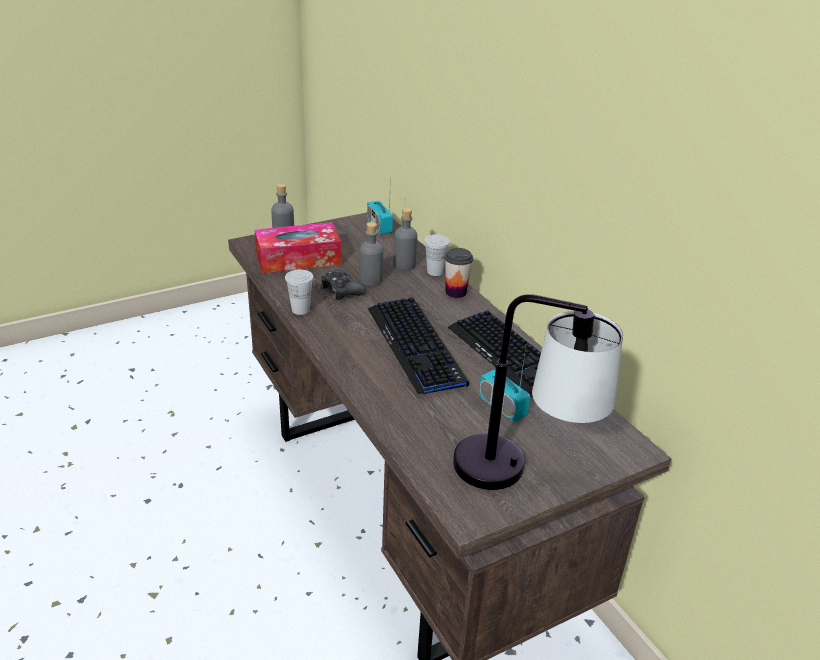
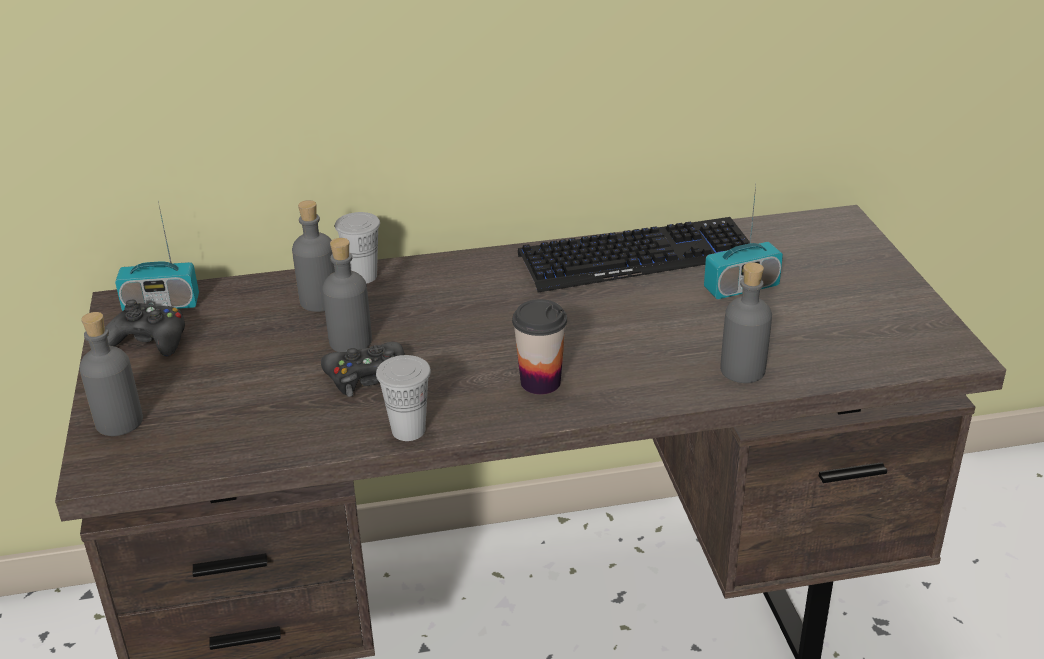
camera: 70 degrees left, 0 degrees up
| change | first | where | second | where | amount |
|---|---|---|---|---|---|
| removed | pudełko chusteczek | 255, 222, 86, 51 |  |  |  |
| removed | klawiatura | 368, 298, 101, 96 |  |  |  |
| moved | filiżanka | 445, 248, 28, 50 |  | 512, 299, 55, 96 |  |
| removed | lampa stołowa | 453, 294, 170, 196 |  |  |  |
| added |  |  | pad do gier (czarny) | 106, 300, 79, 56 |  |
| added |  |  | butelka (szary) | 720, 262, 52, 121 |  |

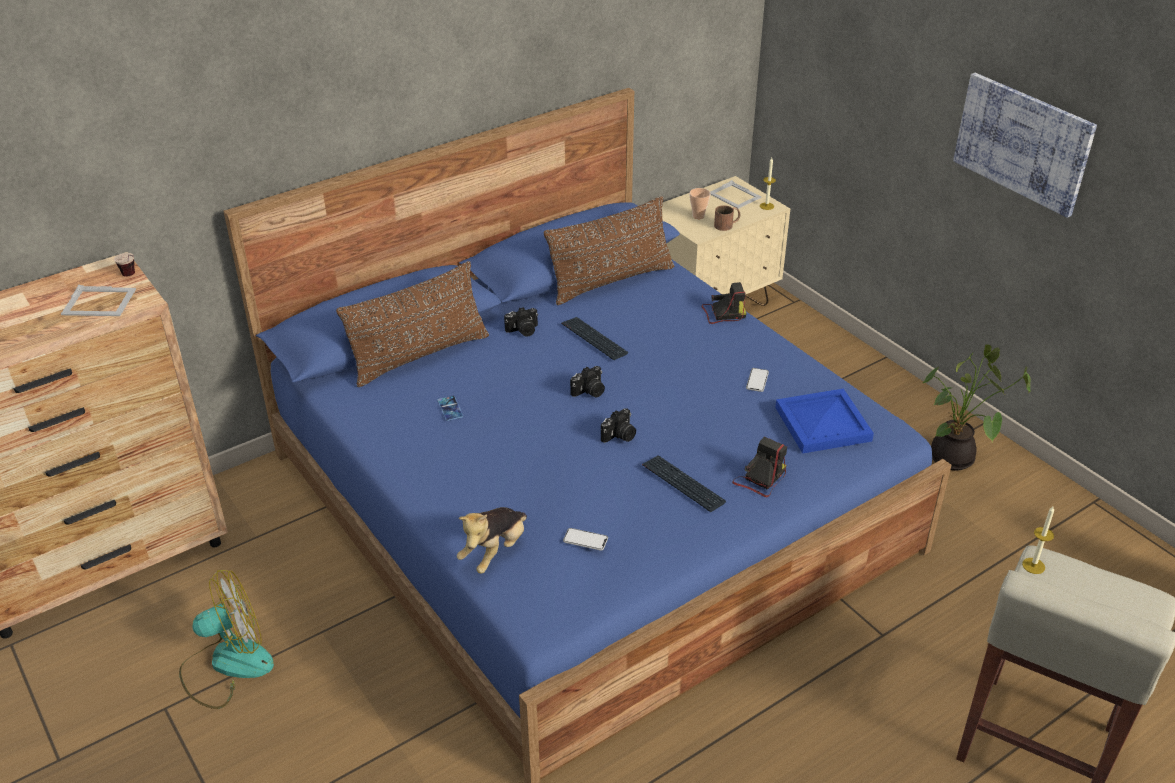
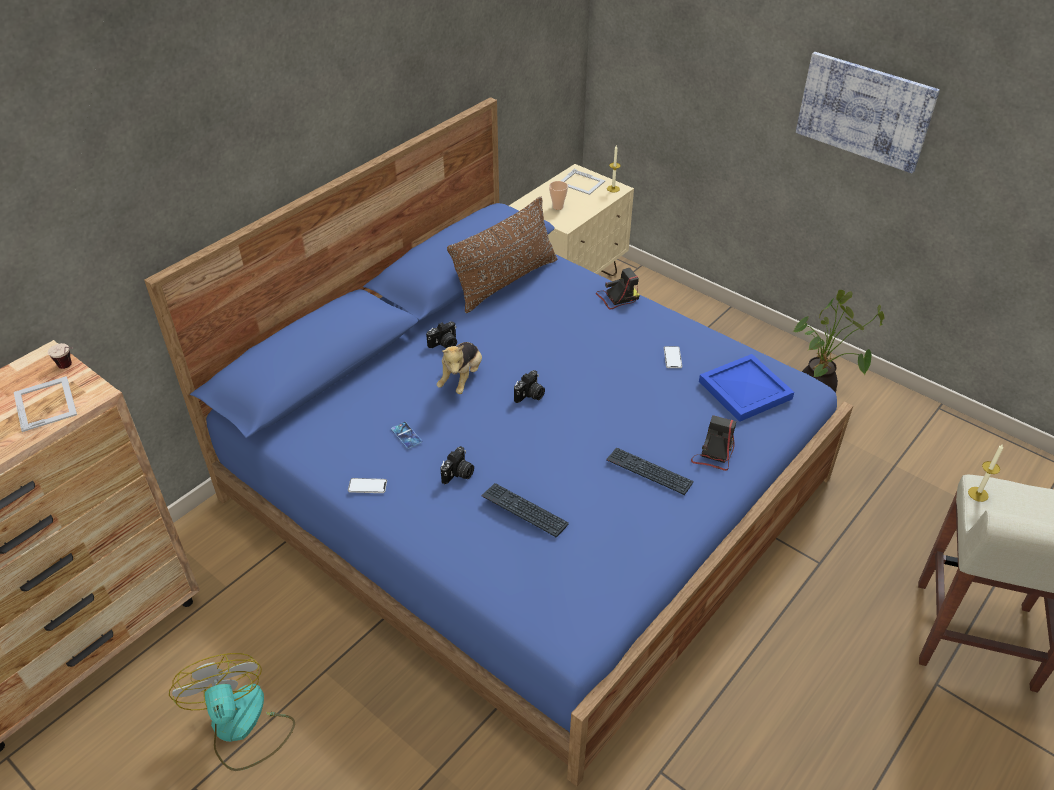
camera: 15 degrees left, 5 degrees up
| change | first | where | second | where | amount |
|---|---|---|---|---|---|
| turned | ramka na zdjęcie | 61, 284, 75, 32 |  | 14, 376, 63, 56 | 105 degrees counterclockwise |
| turned | wentylator | 179, 570, 95, 139 |  | 169, 653, 126, 118 | 75 degrees counterclockwise |
| removed | poduszka (brązowy) | 336, 261, 153, 126 |  |  |  |
| moved | pluszak | 457, 507, 70, 66 |  | 437, 342, 45, 52 |  |
| moved | klawiatura | 561, 317, 67, 43 |  | 481, 483, 88, 54 |  |
| moved | telefon | 563, 528, 45, 23 |  | 348, 478, 39, 15 |  |
| moved | aparat fotograficzny | 601, 408, 35, 35 |  | 440, 446, 34, 38 |  |
| removed | kubek (brązowy) | 714, 205, 26, 26 |  |  |  |

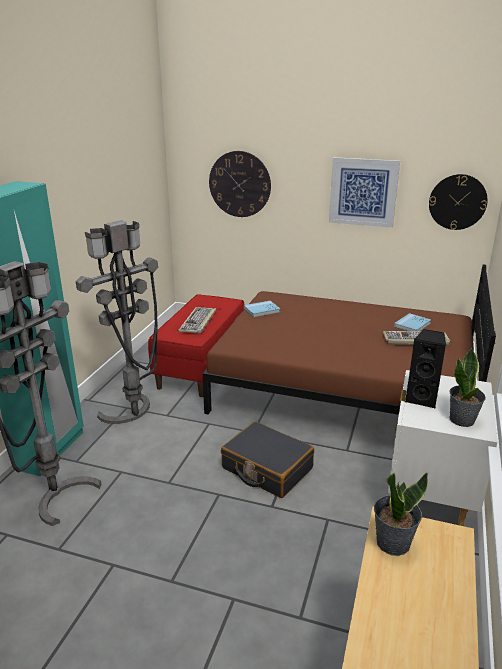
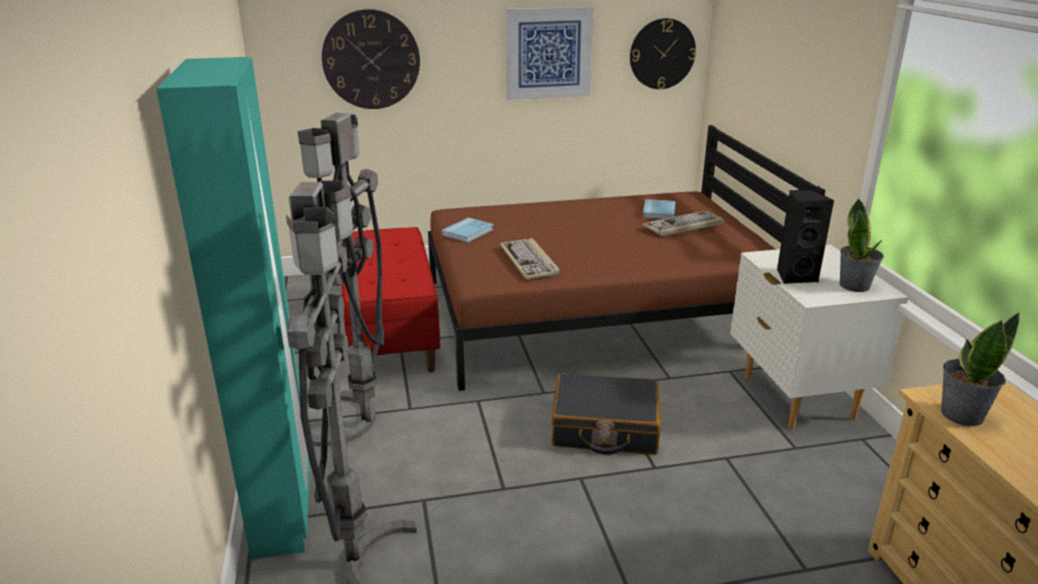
camera: 30 degrees left, 0 degrees up
| change | first | where | second | where | amount |
|---|---|---|---|---|---|
| moved | klawiatura | 178, 307, 38, 27 |  | 500, 238, 60, 41 |  |

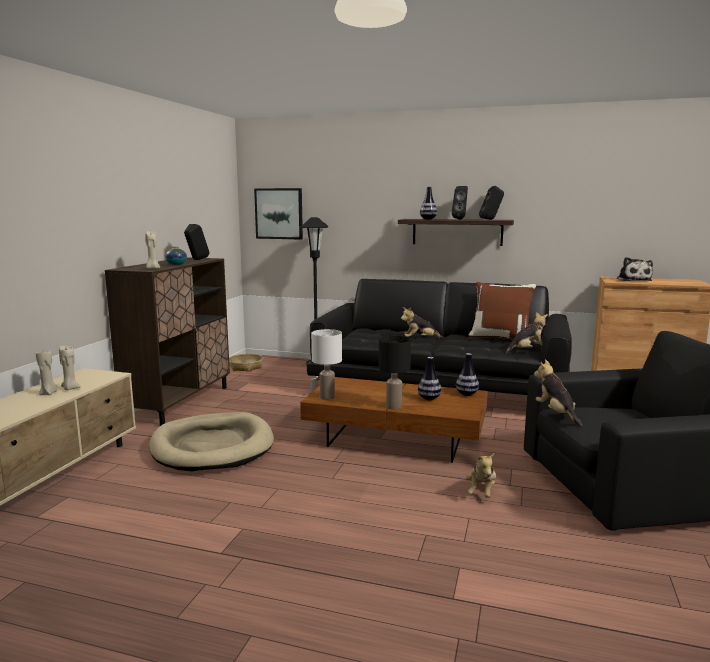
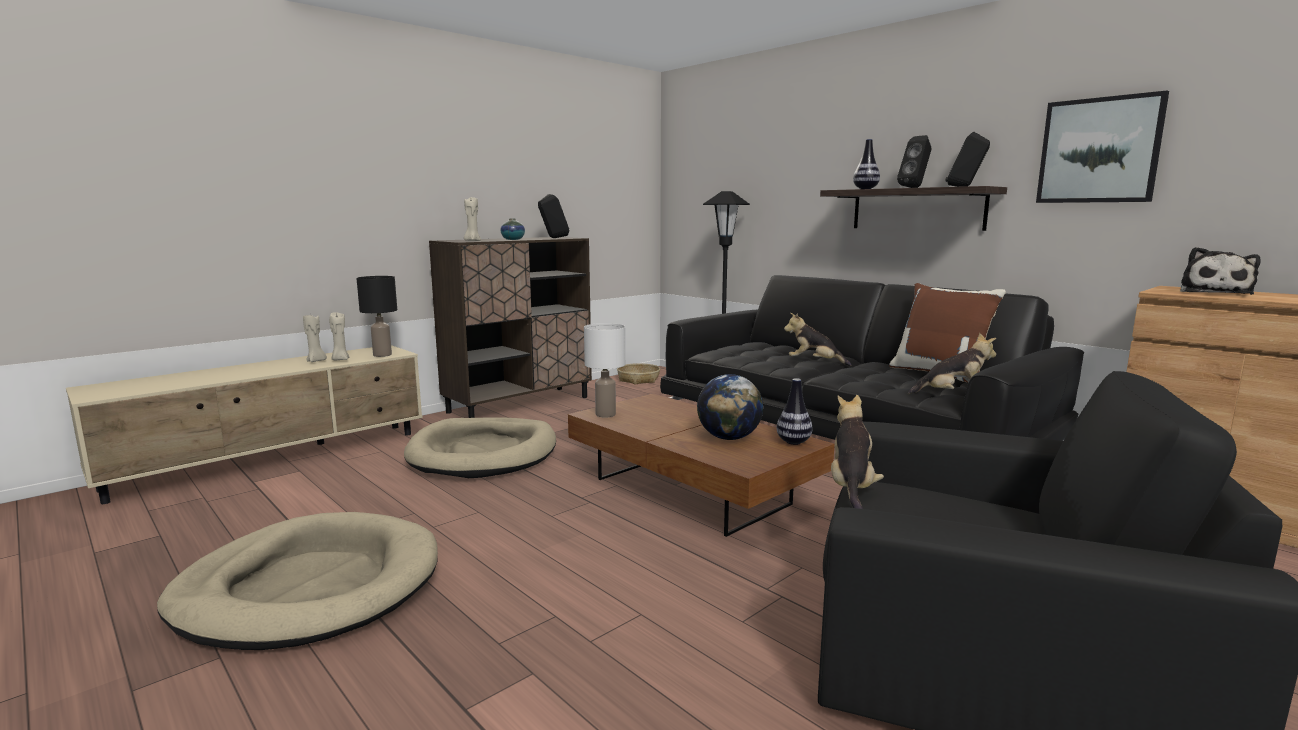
camera: 30 degrees right, 0 degrees up
| change | first | where | second | where | amount |
|---|---|---|---|---|---|
| moved | obraz | 254, 188, 49, 52 |  | 1036, 90, 133, 113 |  |
| moved | lampa stołowa (czarny) | 379, 336, 32, 74 |  | 356, 276, 41, 81 |  |
| replaced | wazon | 418, 357, 23, 43 | globus | 697, 374, 66, 66 |  |
| removed | pluszak | 466, 453, 30, 45 |  |  |  |
| added |  |  | legowisko (beżowy) | 157, 512, 281, 138 |  |

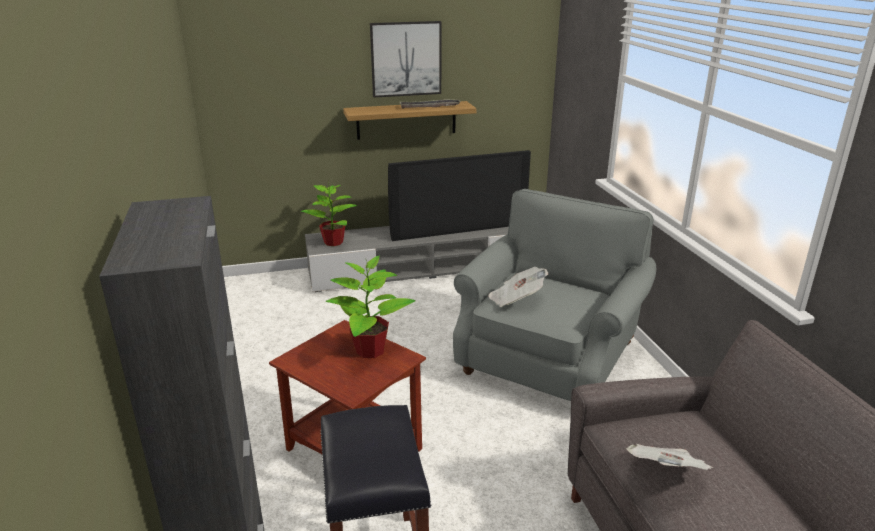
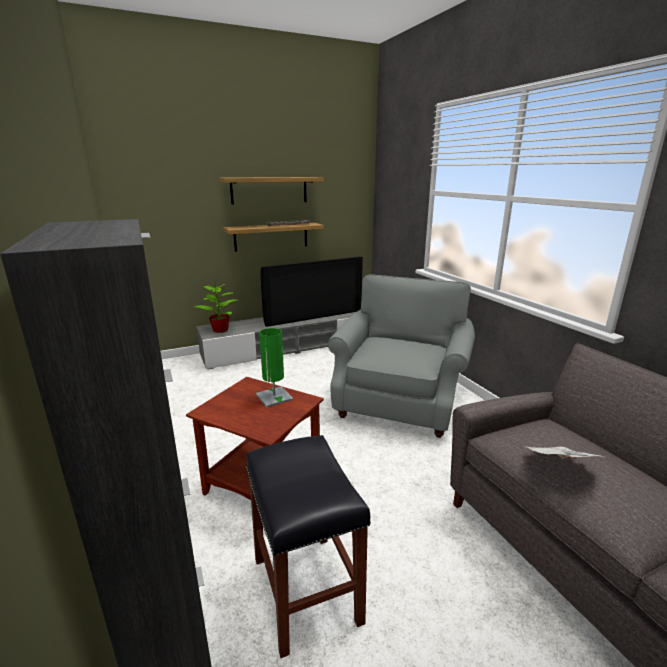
camera: 10 degrees left, 5 degrees down
| change | first | where | second | where | amount |
|---|---|---|---|---|---|
| replaced | roślina doniczkowa | 326, 255, 90, 103 | lampa stołowa (zielony) | 256, 328, 37, 79 |  |
| replaced | obraz | 370, 21, 72, 76 | półka | 220, 177, 104, 27 |  |
| removed | gazeta | 488, 267, 60, 40 |  |  |  |

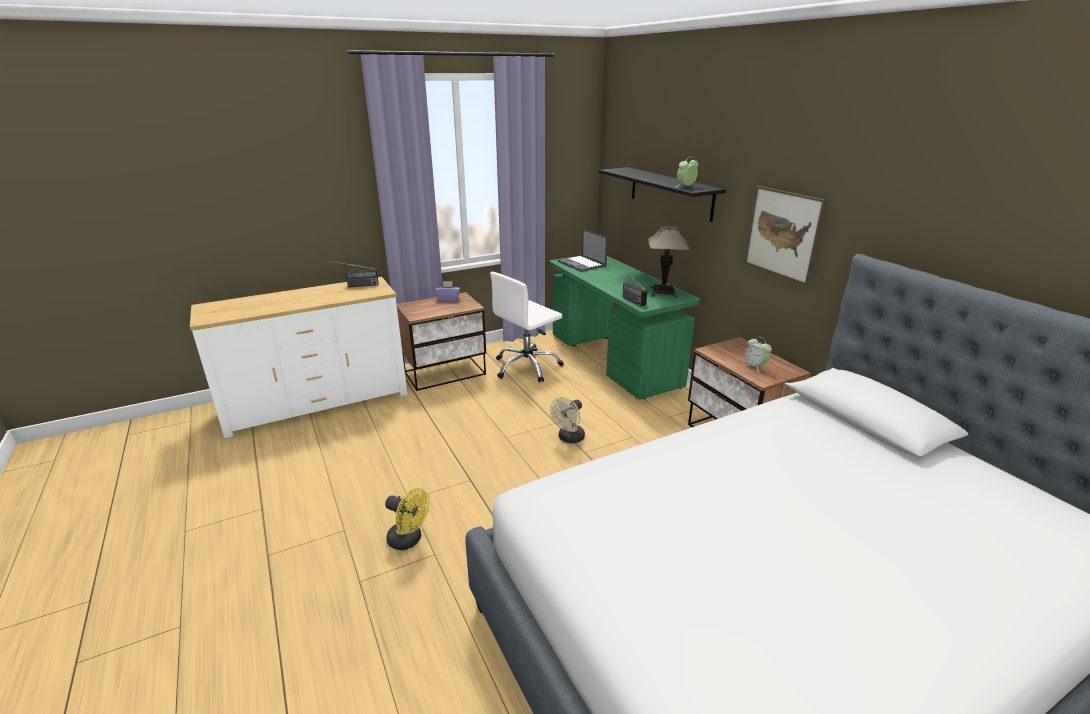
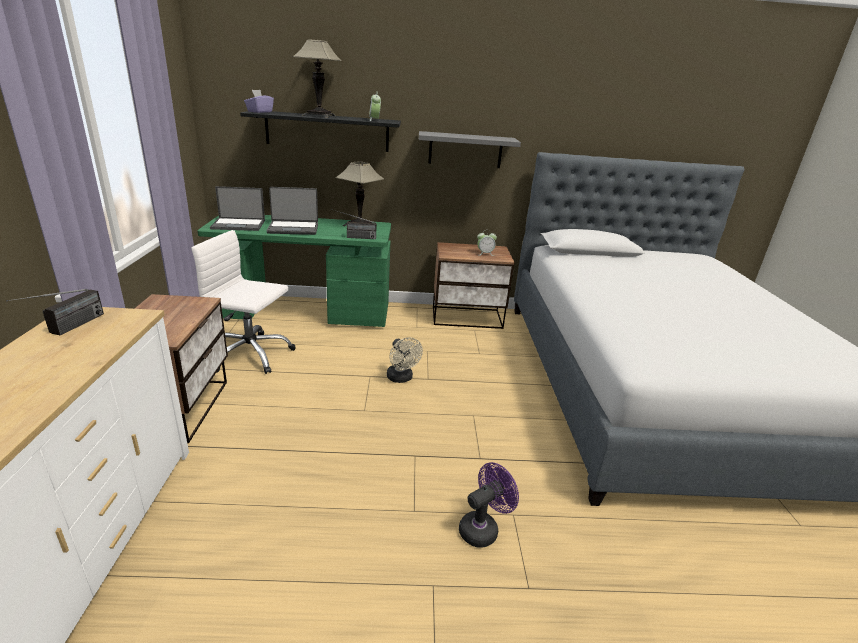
camera: 65 degrees left, 0 degrees up
| change | first | where | second | where | amount |
|---|---|---|---|---|---|
| recoloured | wentylator (żółty) | 385, 488, 44, 62 | wentylator (fioletowy) | 459, 462, 60, 86 |  |
| moved | pudełko chusteczek (fioletowy) | 435, 281, 25, 20 |  | 244, 90, 30, 23 |  |
| turned | krzesło biurowe (biały) | 490, 272, 74, 111 |  | 191, 230, 105, 144 | 120 degrees clockwise |
| replaced | obraz | 744, 186, 82, 99 | półka (szary) | 419, 131, 102, 37 |  |
| added |  |  | laptop | 267, 187, 51, 48 |  |
| added |  |  | lampa stołowa | 292, 39, 50, 79 |  |

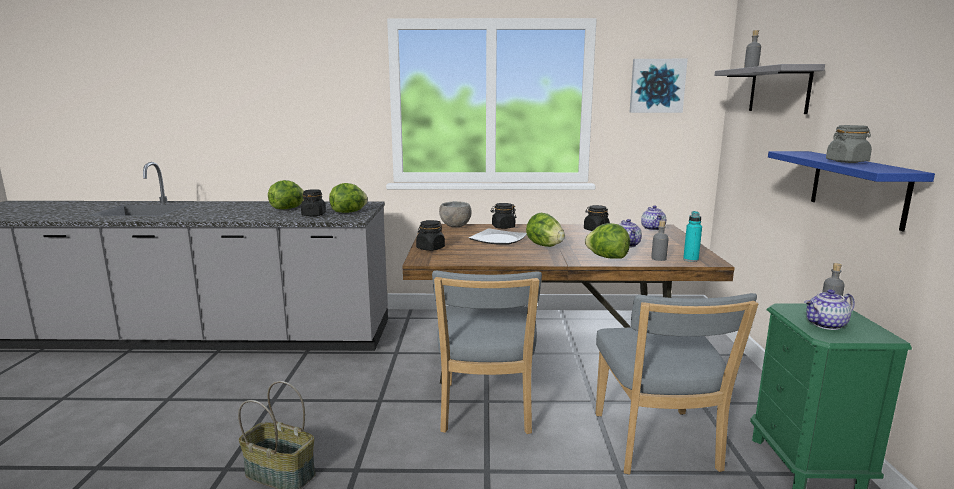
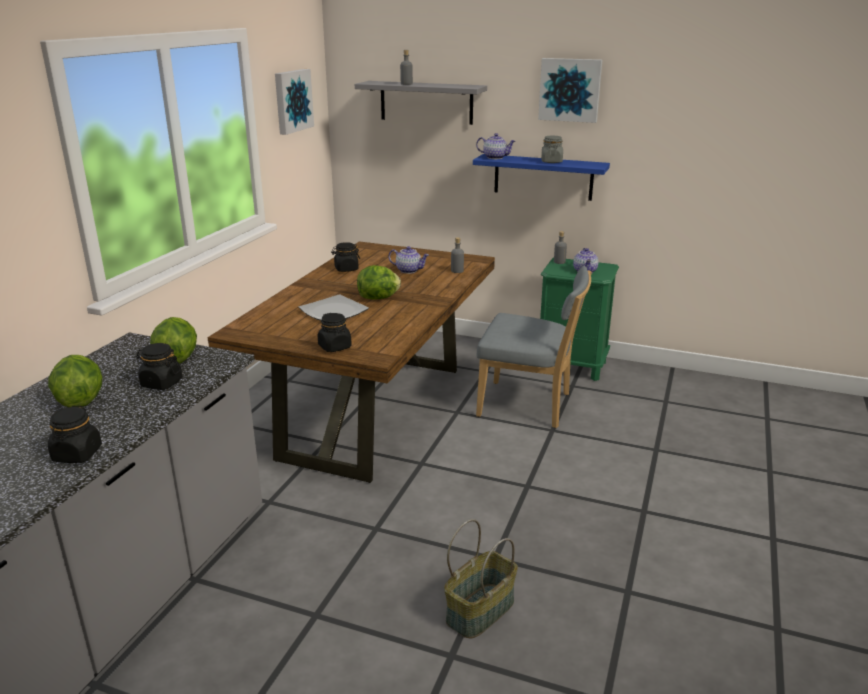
camera: 70 degrees left, 10 degrees up
| change | first | where | second | where | amount |
|---|---|---|---|---|---|
| removed | krzesło (szary) | 432, 271, 110, 163 |  |  |  |
| removed | miska (szary) | 439, 201, 33, 26 |  |  |  |
| moved | słoik (czarny) | 490, 203, 26, 26 |  | 48, 406, 54, 57 |  |
| removed | sałata | 585, 223, 45, 36 |  |  |  |
| moved | imbryk | 641, 206, 25, 25 |  | 476, 133, 40, 26 |  |
| removed | butelka (turkusowy) | 683, 211, 19, 51 |  |  |  |
| added |  |  | obraz | 538, 58, 64, 65 |  |

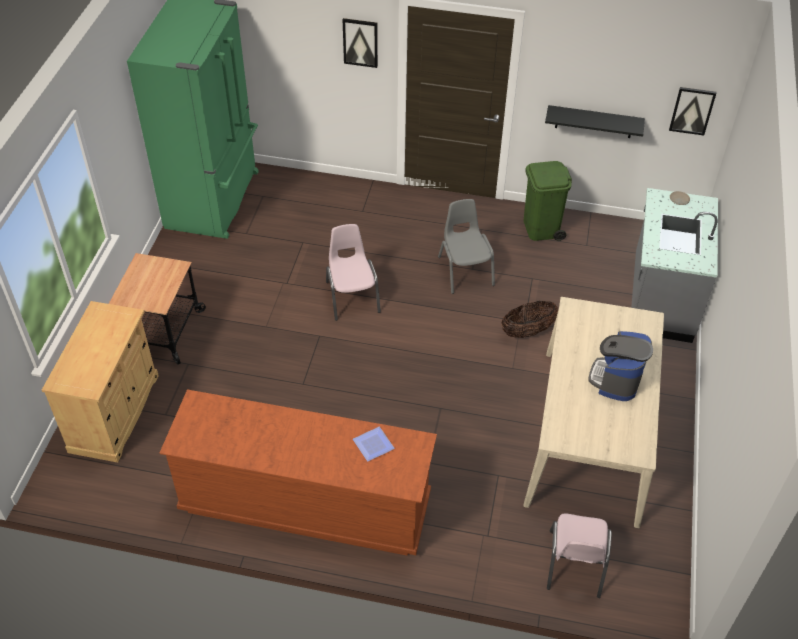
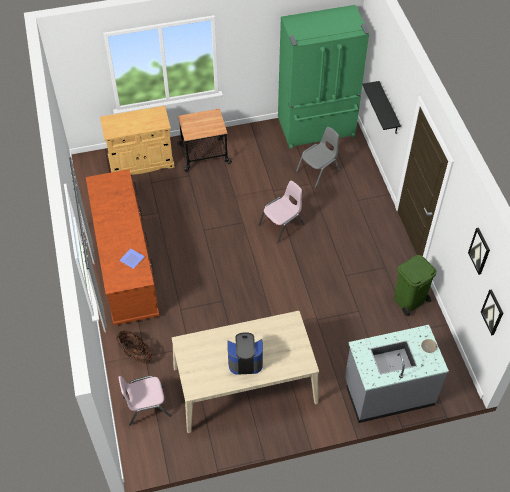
camera: 65 degrees right, 5 degrees up
| change | first | where | second | where | amount |
|---|---|---|---|---|---|
| moved | obraz | 343, 18, 35, 50 |  | 468, 228, 22, 47 |  |
| moved | krzesło (szary) | 438, 199, 57, 95 |  | 296, 127, 44, 61 |  |
| moved | koszyk | 501, 301, 58, 37 |  | 117, 330, 35, 34 |  |
| moved | półka (czarny) | 545, 105, 100, 33 |  | 362, 81, 39, 52 |  |

